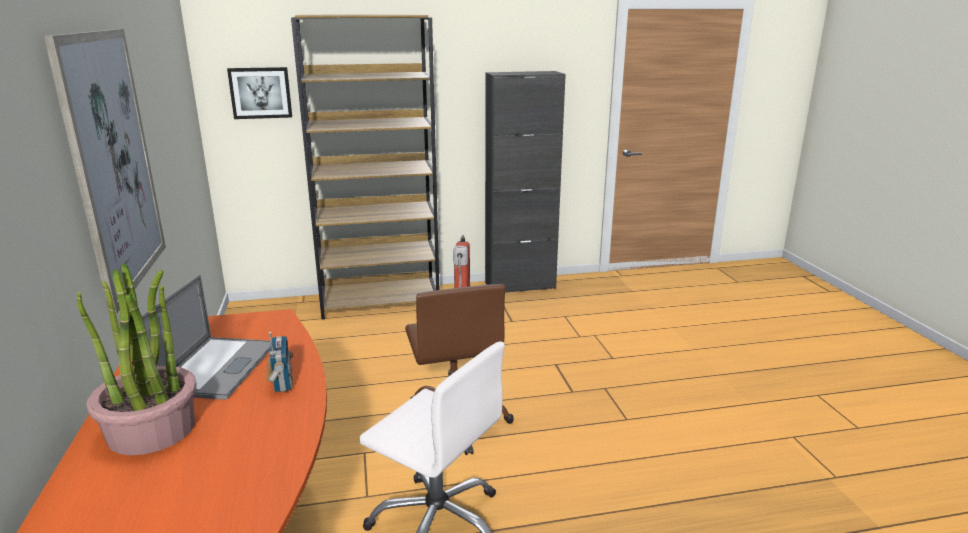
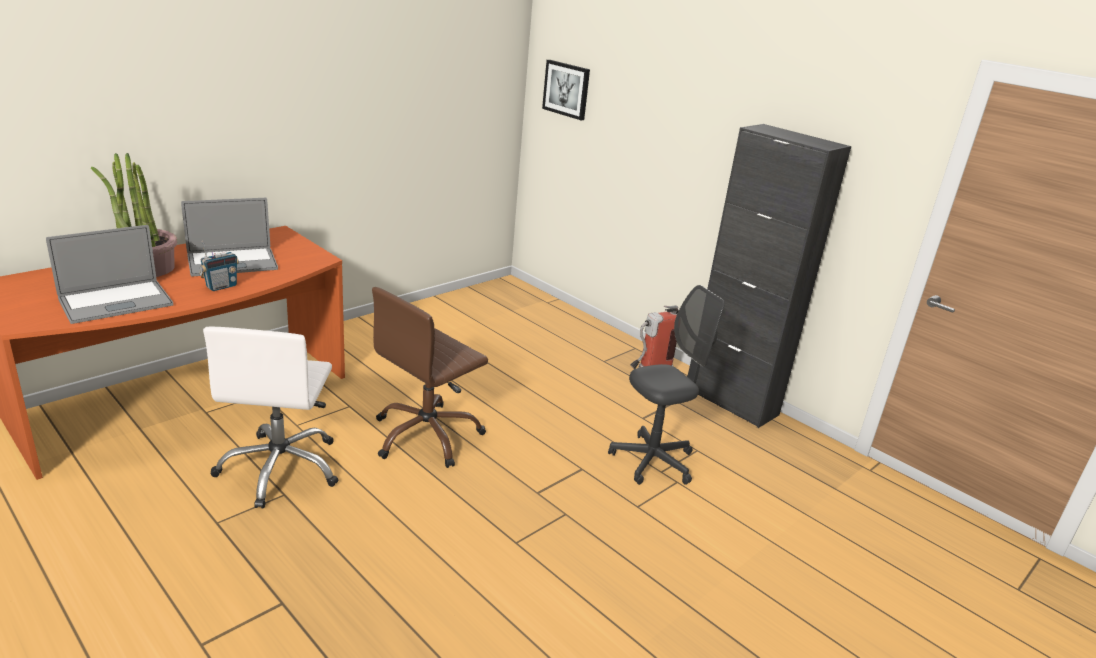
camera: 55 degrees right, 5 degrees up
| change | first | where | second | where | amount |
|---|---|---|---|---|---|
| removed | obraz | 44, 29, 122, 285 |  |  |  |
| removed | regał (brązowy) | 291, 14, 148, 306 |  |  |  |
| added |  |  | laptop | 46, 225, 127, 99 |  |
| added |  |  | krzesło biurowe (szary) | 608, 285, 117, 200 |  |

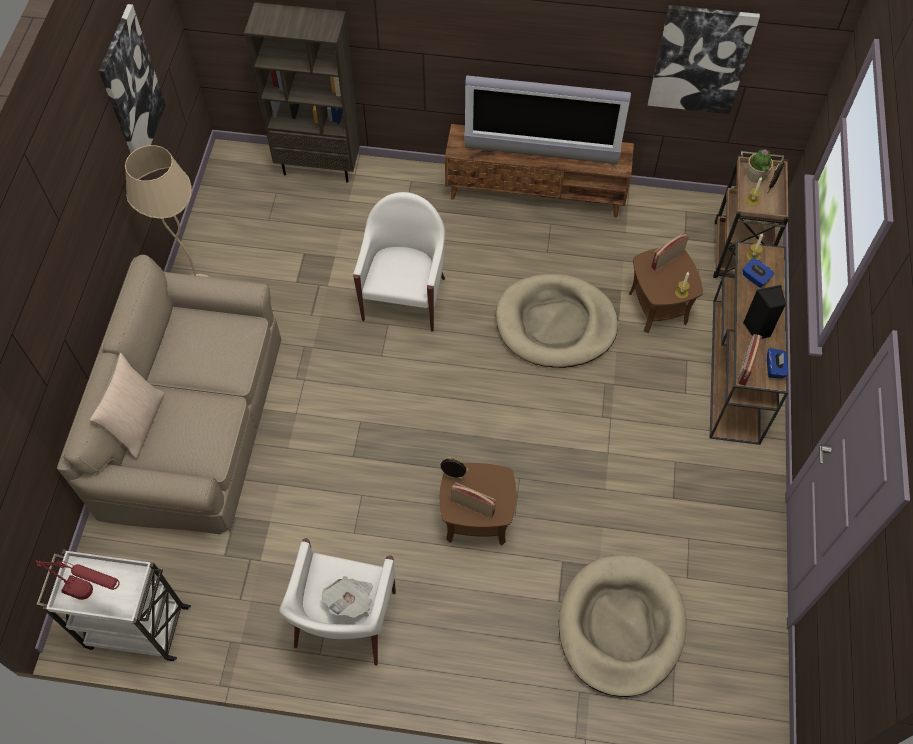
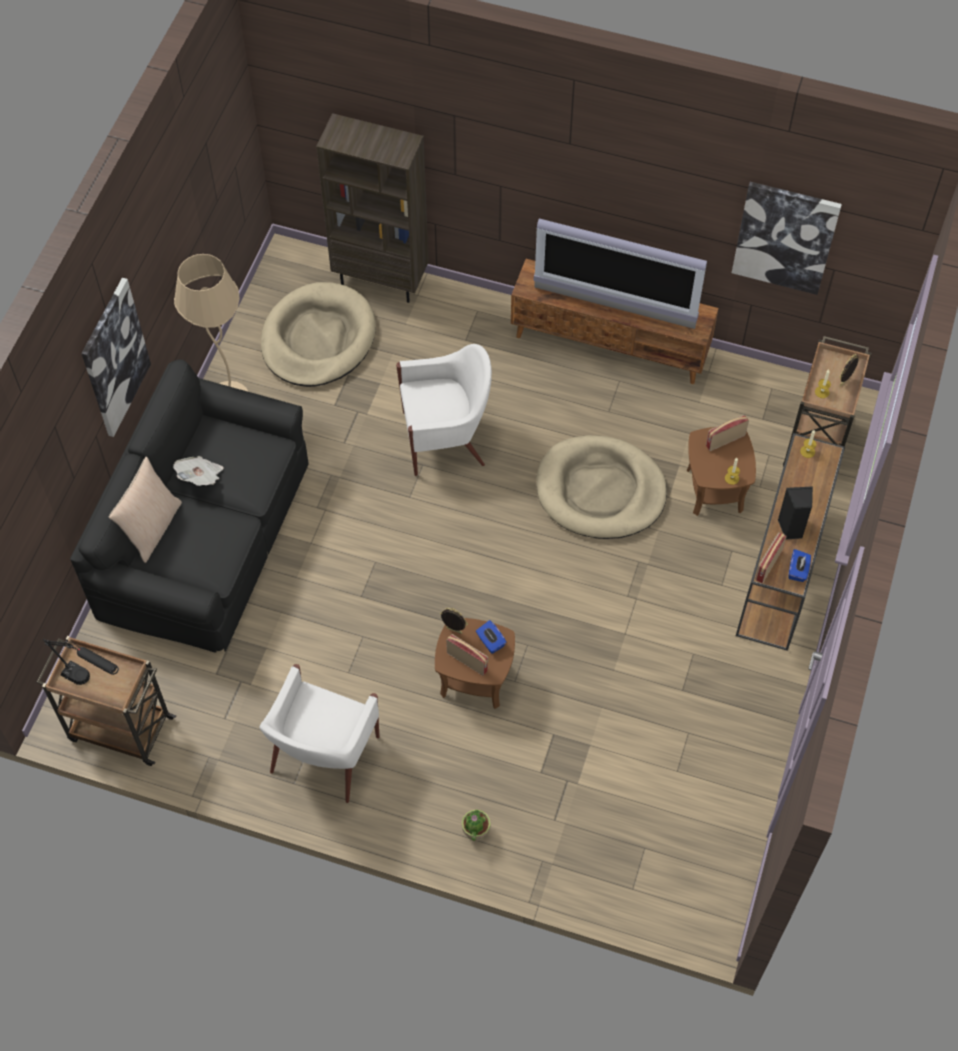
camera: 10 degrees right, 0 degrees up
| change | first | where | second | where | amount |
|---|---|---|---|---|---|
| recoloured | lampa stołowa (czerwony) | 34, 560, 86, 40 | lampa stołowa (czarny) | 43, 639, 76, 46 |  |
| recoloured | wózek (biały) | 36, 549, 155, 112 | wózek (brązowy) | 37, 636, 139, 130 |  |
| recoloured | kanapa (beżowy) | 57, 255, 224, 279 | kanapa (czarny) | 70, 359, 239, 294 |  |
| moved | obraz | 99, 4, 67, 149 |  | 81, 278, 70, 159 |  |
| moved | gazeta | 322, 576, 51, 42 |  | 173, 456, 51, 30 |  |
| turned | fotel (biały) | 353, 192, 92, 140 |  | 396, 344, 96, 132 | 60 degrees clockwise |
| moved | legowisko (beżowy) | 559, 555, 128, 142 |  | 261, 282, 115, 105 |  |
| moved | pudełko chusteczek (niebieski) | 742, 258, 33, 30 |  | 476, 620, 30, 34 |  |
| moved | roślina doniczkowa | 747, 149, 26, 34 |  | 462, 809, 28, 32 |  |

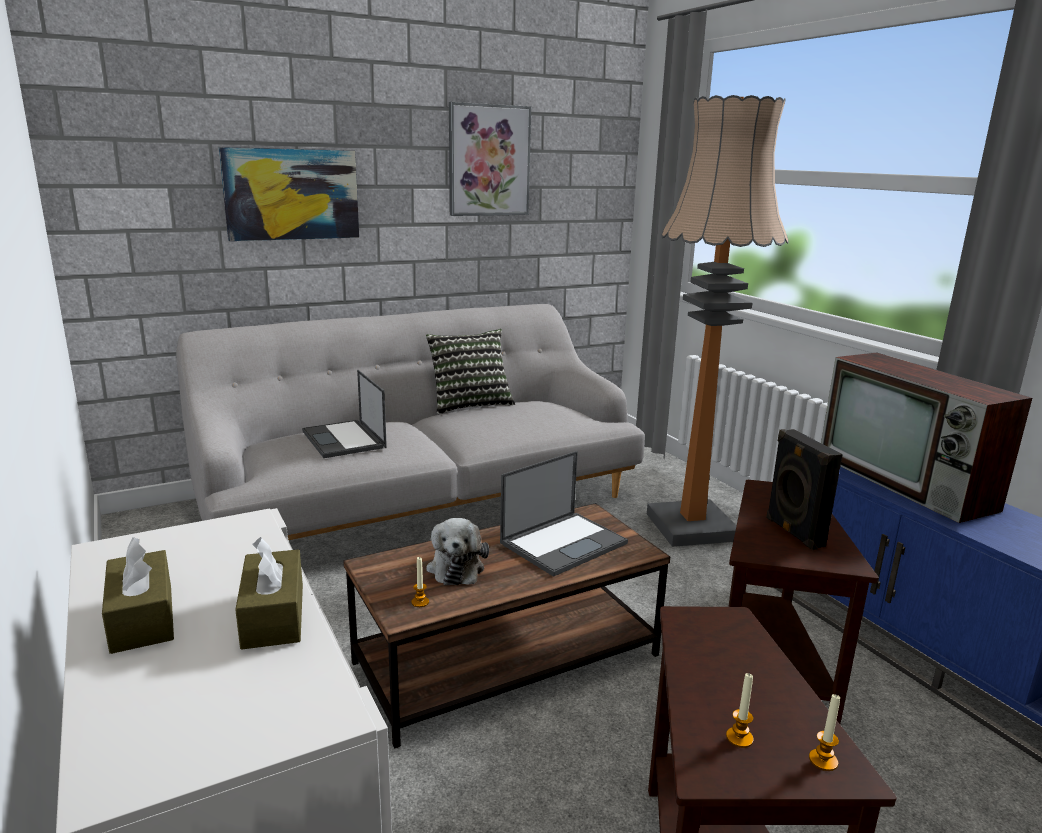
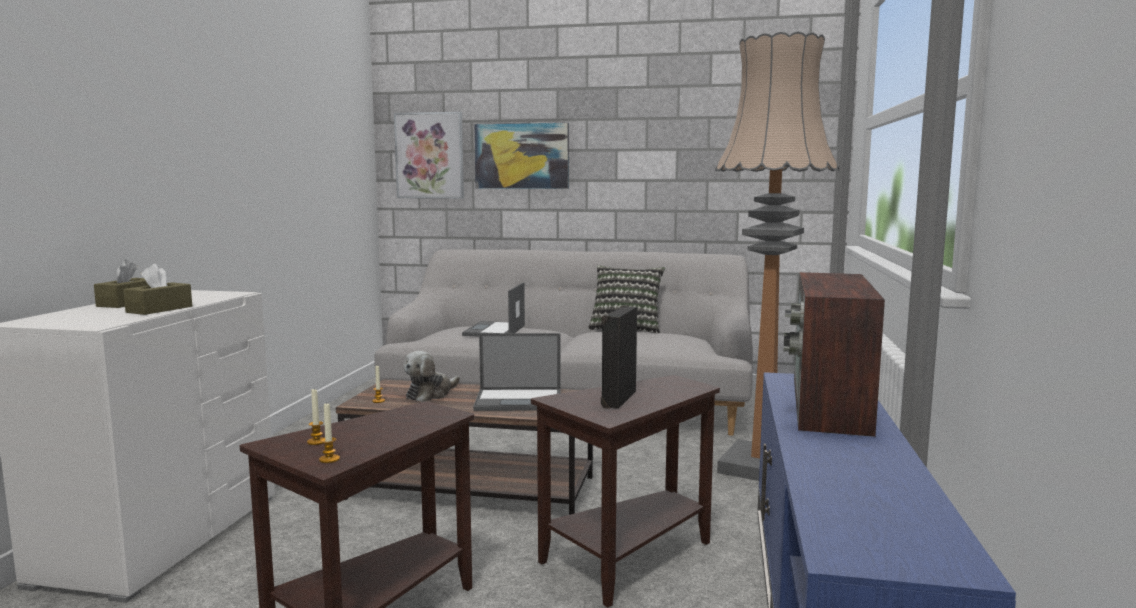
camera: 40 degrees right, 10 degrees down
| change | first | where | second | where | amount |
|---|---|---|---|---|---|
| moved | obraz | 449, 102, 82, 114 |  | 394, 112, 70, 87 |  |

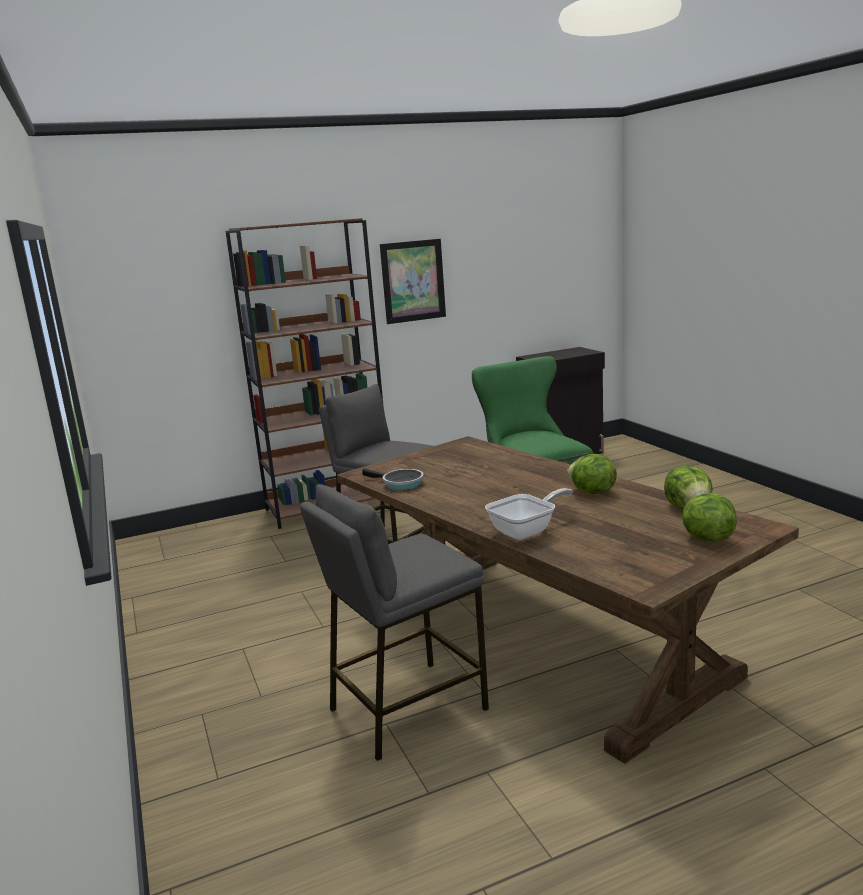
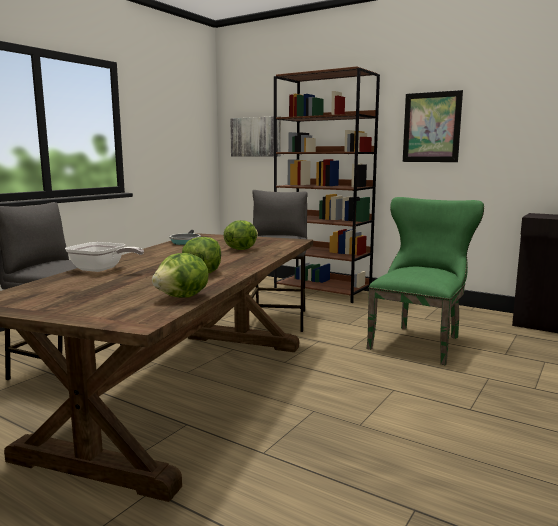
camera: 55 degrees right, 5 degrees down
| change | first | where | second | where | amount |
|---|---|---|---|---|---|
| moved | sałata | 682, 493, 55, 48 |  | 224, 220, 34, 30 |  |
| added |  |  | obraz | 230, 116, 51, 40 |  |

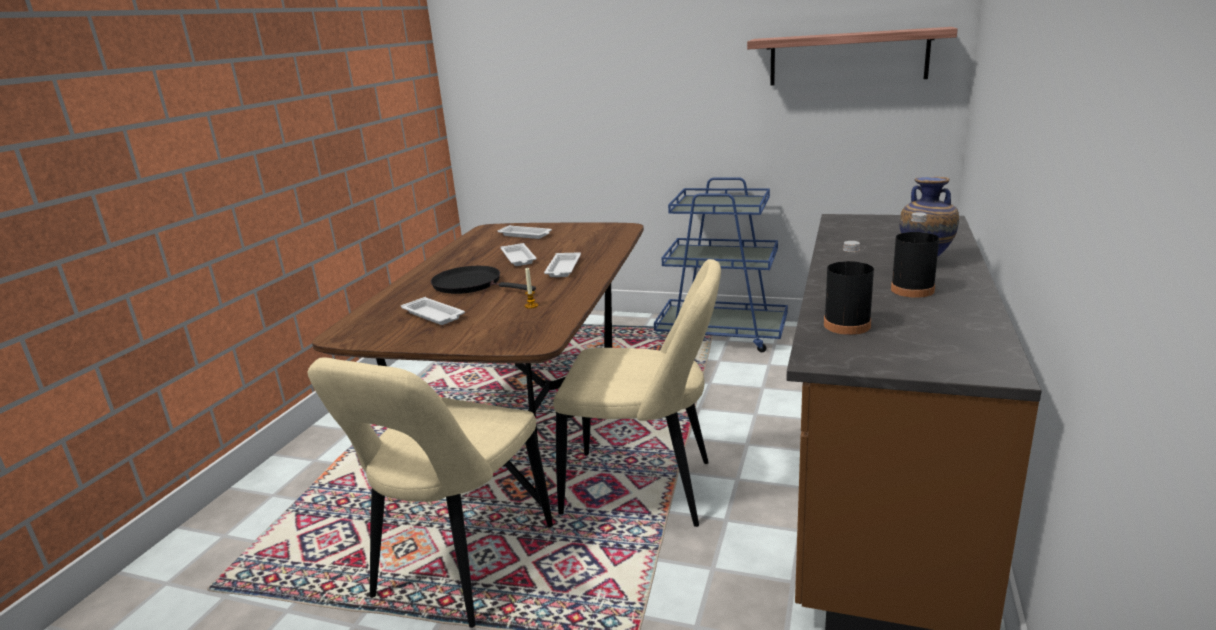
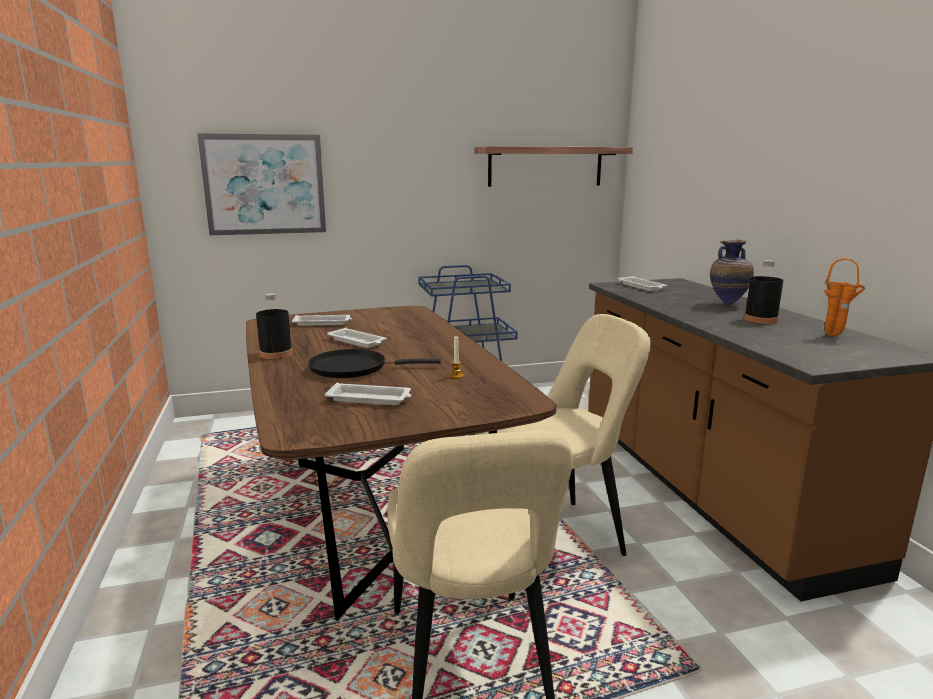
camera: 35 degrees left, 5 degrees down
| change | first | where | second | where | amount |
|---|---|---|---|---|---|
| moved | taca (biały) | 544, 252, 37, 25 |  | 618, 276, 49, 15 |  |
| moved | butelka (czarny) | 824, 241, 50, 94 |  | 256, 293, 37, 66 |  |
| added |  |  | obraz | 197, 133, 129, 103 |  |
| added |  |  | wazon (pomarańczowy) | 824, 258, 41, 78 |  |

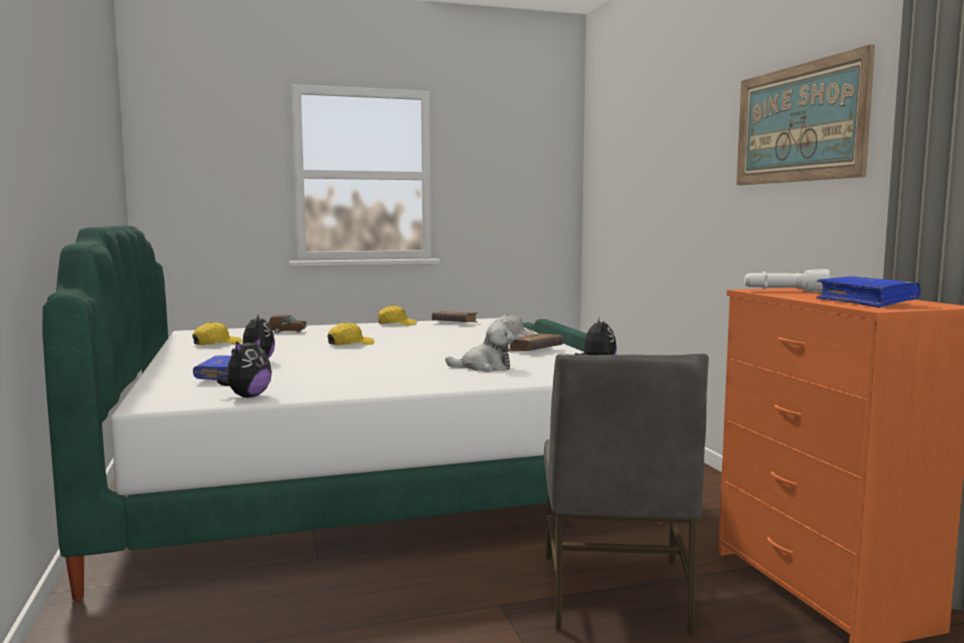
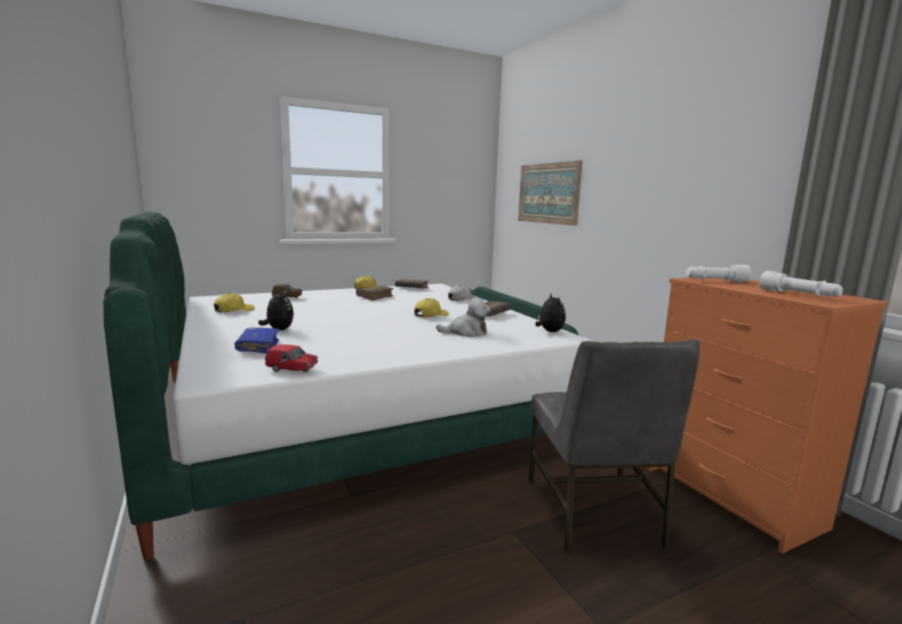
camera: 10 degrees left, 5 degrees up
| change | first | where | second | where | amount |
|---|---|---|---|---|---|
| replaced | pluszak | 217, 336, 55, 62 | samochodzik (czerwony) | 265, 344, 53, 28 |  |
| moved | czapka z daszkiem (żółty) | 328, 322, 46, 23 |  | 414, 298, 35, 20 |  |
| moved | obraz | 737, 44, 138, 141 |  | 518, 160, 65, 66 |  |
| replaced | książka (niebieski) | 816, 276, 105, 32 | latarka (biały) | 759, 271, 84, 26 |  |
| added |  |  | książka (brązowy) | 356, 285, 38, 16 |  |

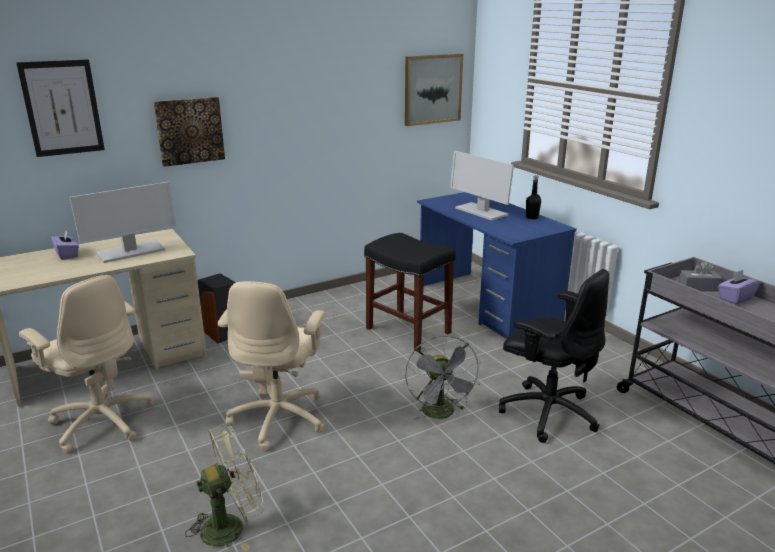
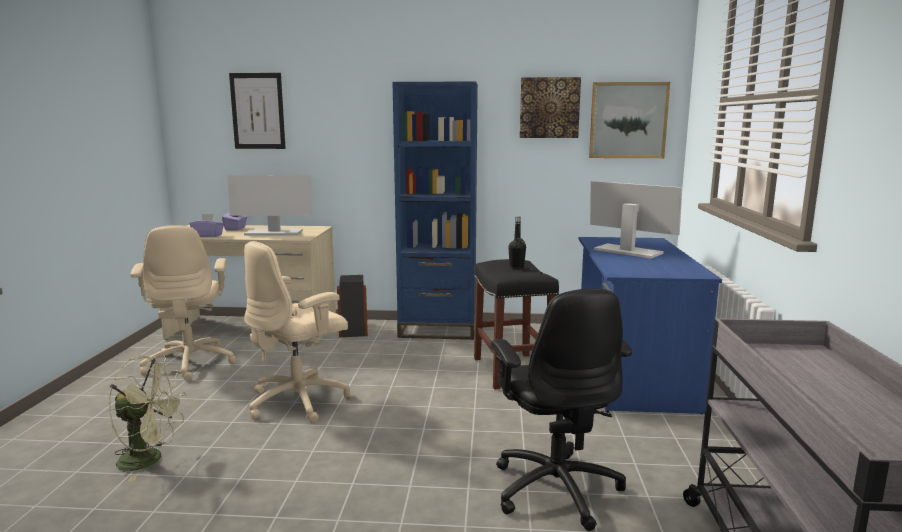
camera: 35 degrees right, 10 degrees down
| change | first | where | second | where | amount |
|---|---|---|---|---|---|
| moved | obraz | 153, 97, 72, 70 |  | 520, 77, 61, 61 |  |
| removed | wentylator (szary) | 405, 335, 76, 86 |  |  |  |
| turned | monitor | 450, 151, 64, 70 |  | 590, 181, 92, 78 | 135 degrees clockwise |
| moved | butelka (czarny) | 526, 175, 15, 44 |  | 508, 217, 18, 52 |  |
| removed | pudełko chusteczek (szary) | 679, 261, 43, 31 |  |  |  |
| moved | pudełko chusteczek (fioletowy) | 718, 270, 42, 35 |  | 190, 214, 34, 23 |  |
| added |  |  | regał (niebieski) | 392, 82, 86, 258 |  |

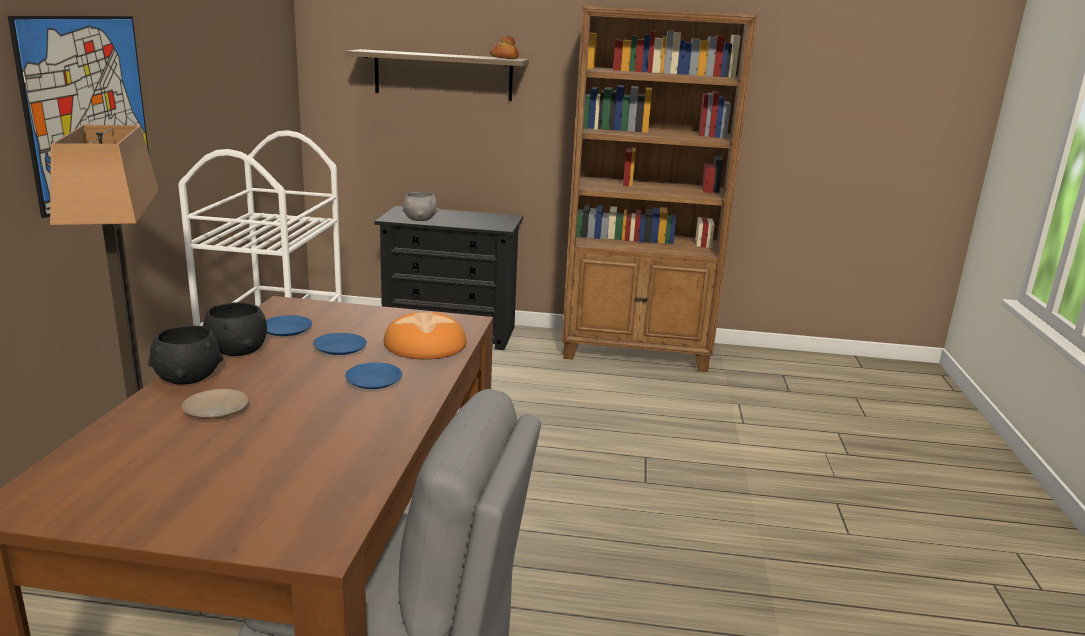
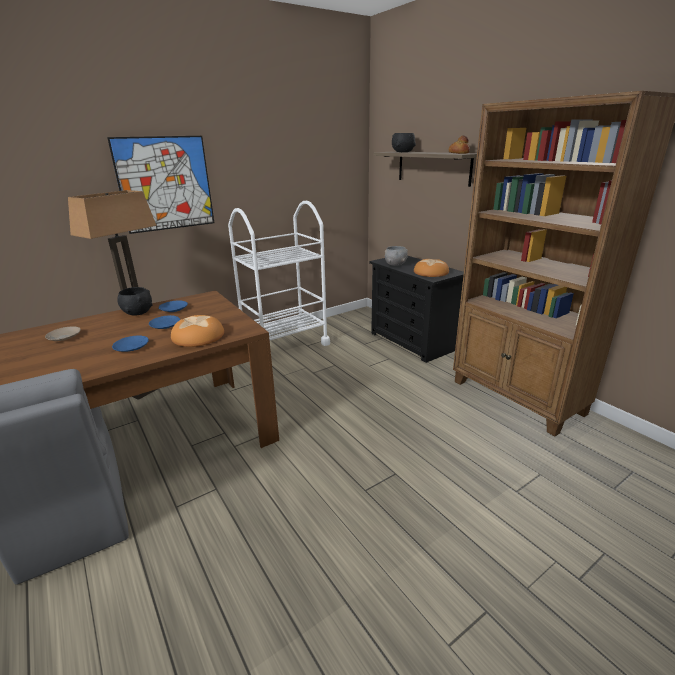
camera: 50 degrees right, 5 degrees up
| change | first | where | second | where | amount |
|---|---|---|---|---|---|
| moved | miska (czarny) | 148, 325, 75, 60 |  | 392, 133, 24, 19 |  |
| added |  |  | chleb | 414, 259, 35, 18 |  |

